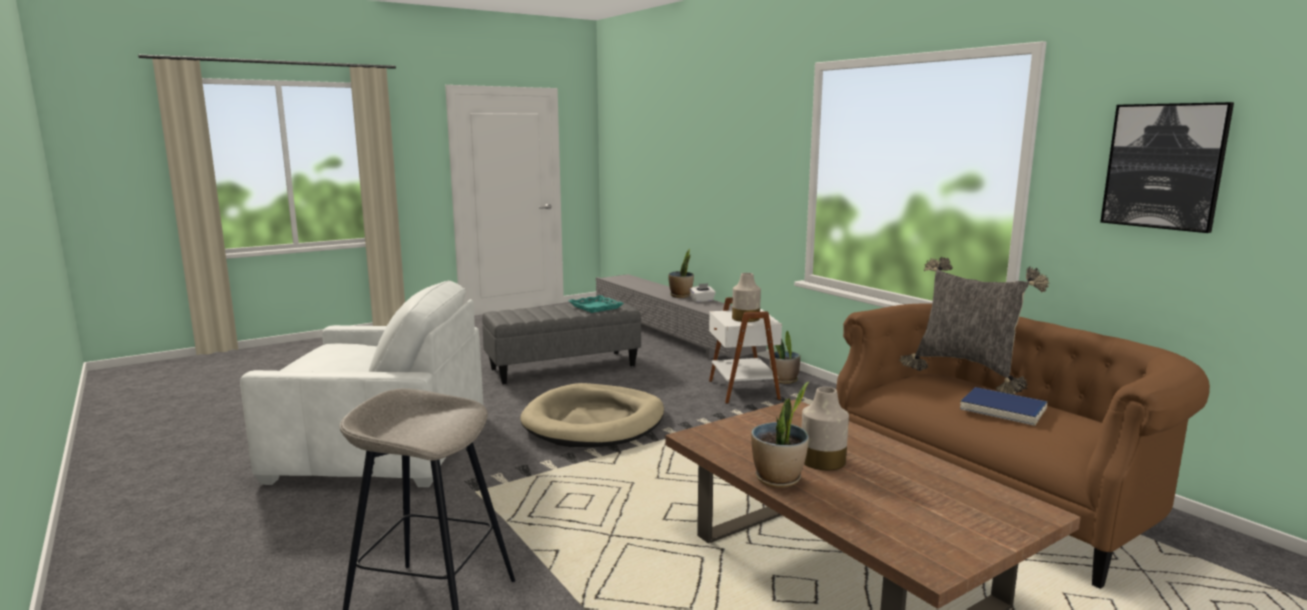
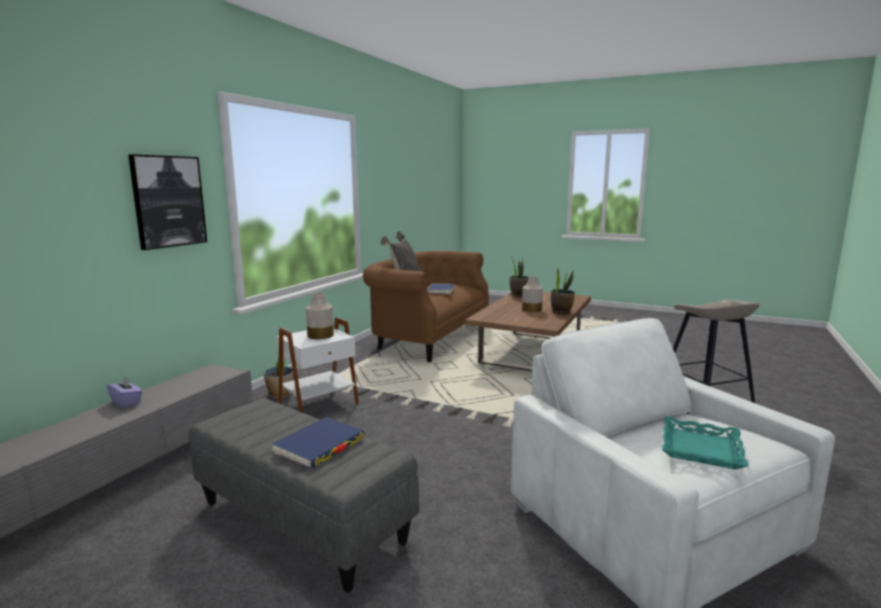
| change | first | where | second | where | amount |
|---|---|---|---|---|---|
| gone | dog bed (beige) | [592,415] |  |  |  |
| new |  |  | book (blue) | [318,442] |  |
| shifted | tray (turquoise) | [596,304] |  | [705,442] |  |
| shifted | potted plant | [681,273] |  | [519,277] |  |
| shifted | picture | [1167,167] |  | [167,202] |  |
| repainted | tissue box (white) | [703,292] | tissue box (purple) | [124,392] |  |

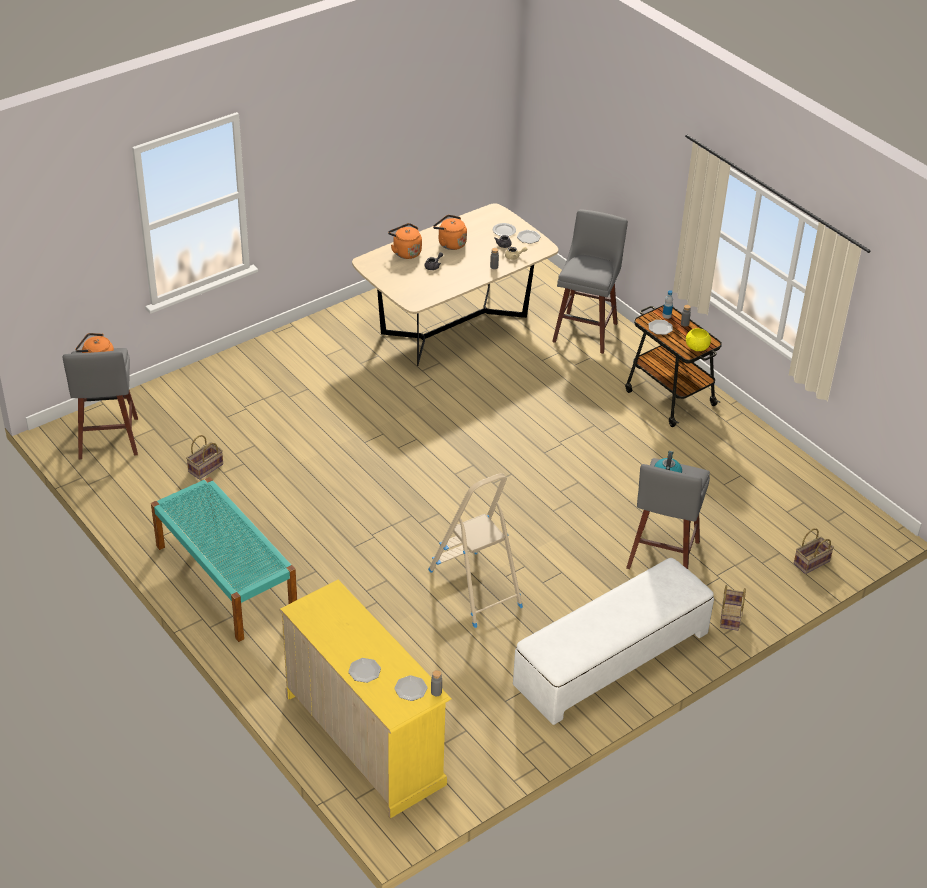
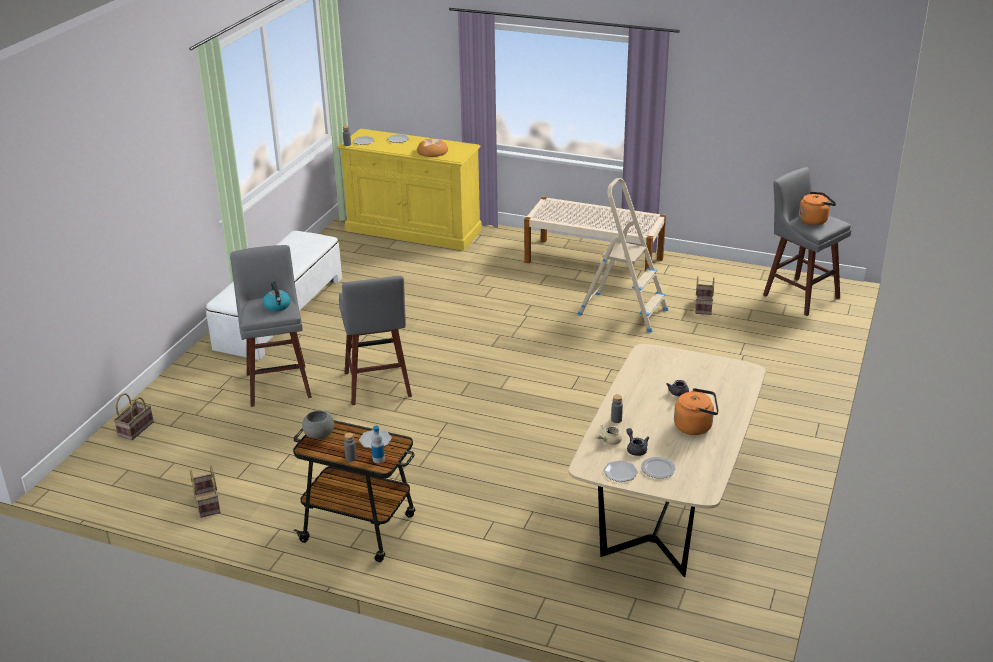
| change | first | where | second | where | amount |
|---|---|---|---|---|---|
| gone | kettle (orange) | [405,241] |  |  |  |
| new |  |  | bread | [432,147] |  |
| shifted | step ladder (beige) | [475,550] |  | [623,255] |  |
| shifted | stool (grey) | [590,281] |  | [375,340] |  |
| shifted | basket | [733,608] |  | [205,492] |  |
| repainted | bench (turquoise) | [224,559] | bench (beige) | [595,234] |  |
| repainted | bowl (yellow) | [698,339] | bowl (grey) | [318,424] |  |

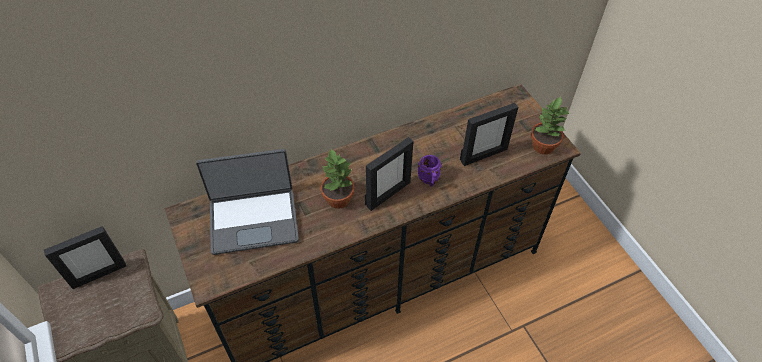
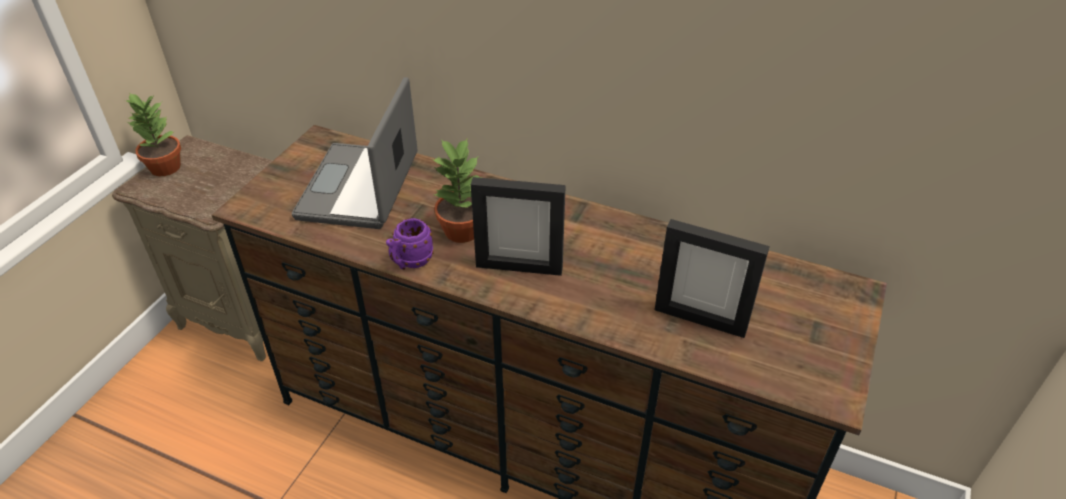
| change | first | where | second | where | amount |
|---|---|---|---|---|---|
| gone | picture frame | [85,257] |  |  |  |
| shifted | mug (purple) | [430,171] |  | [410,244] |  |
| shifted | potted plant | [550,125] |  | [153,134] |  |
| rotated | laptop | [247,202] |  | [354,153] | 60 degrees clockwise |

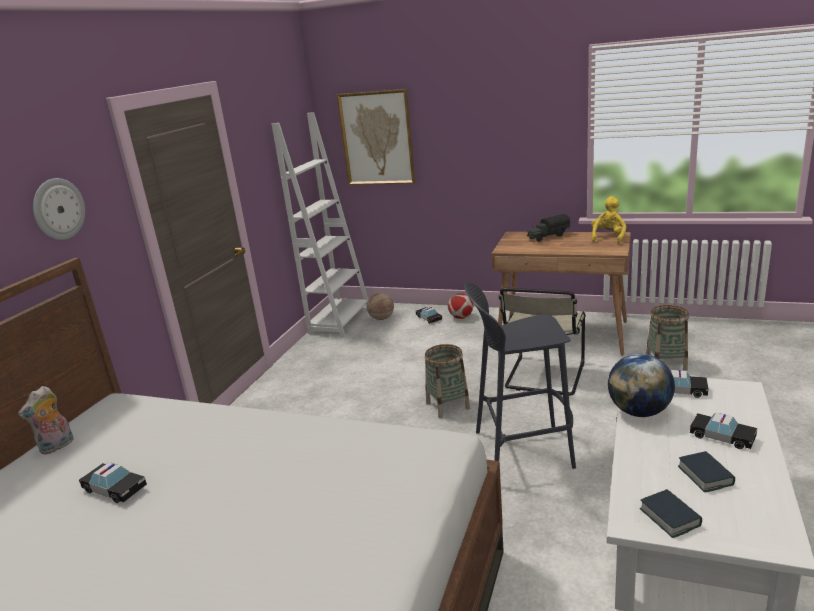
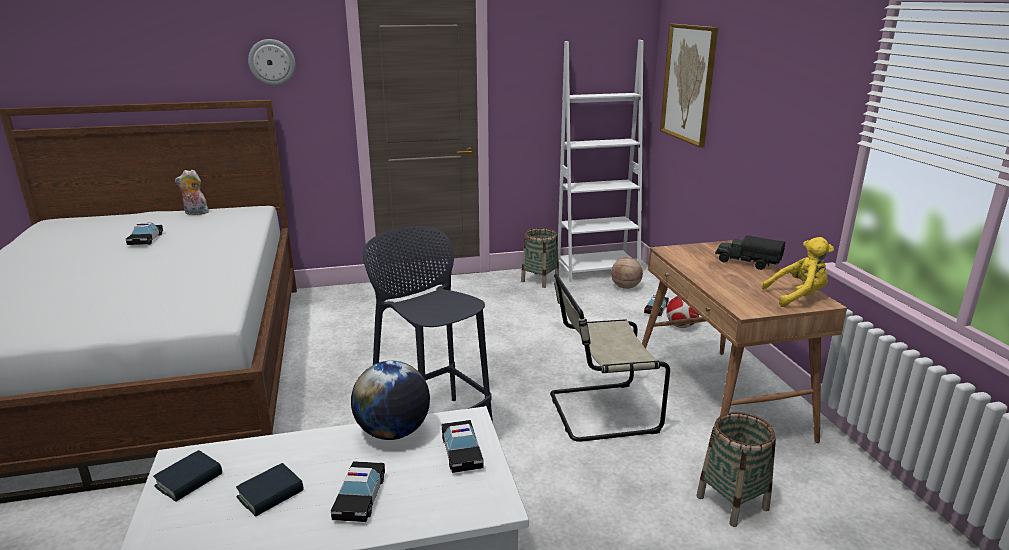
| change | first | where | second | where | amount |
|---|---|---|---|---|---|
| shifted | basket | [447,381] |  | [540,258] |  |

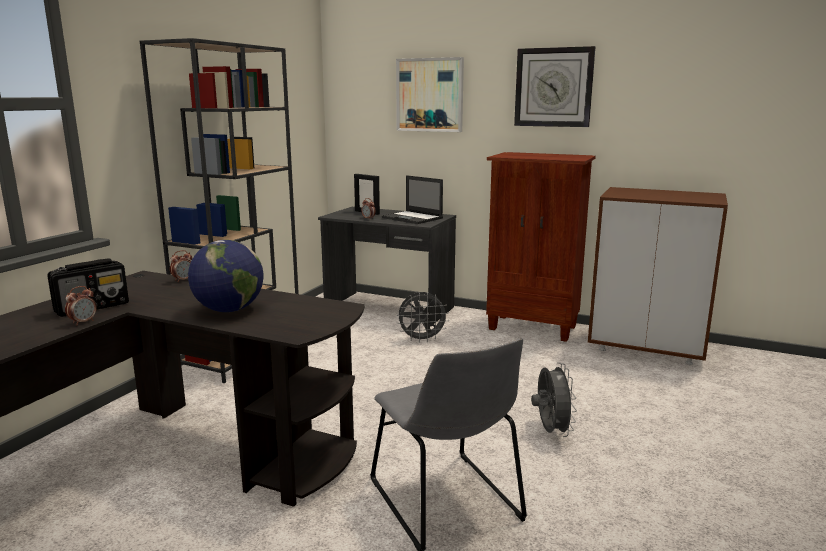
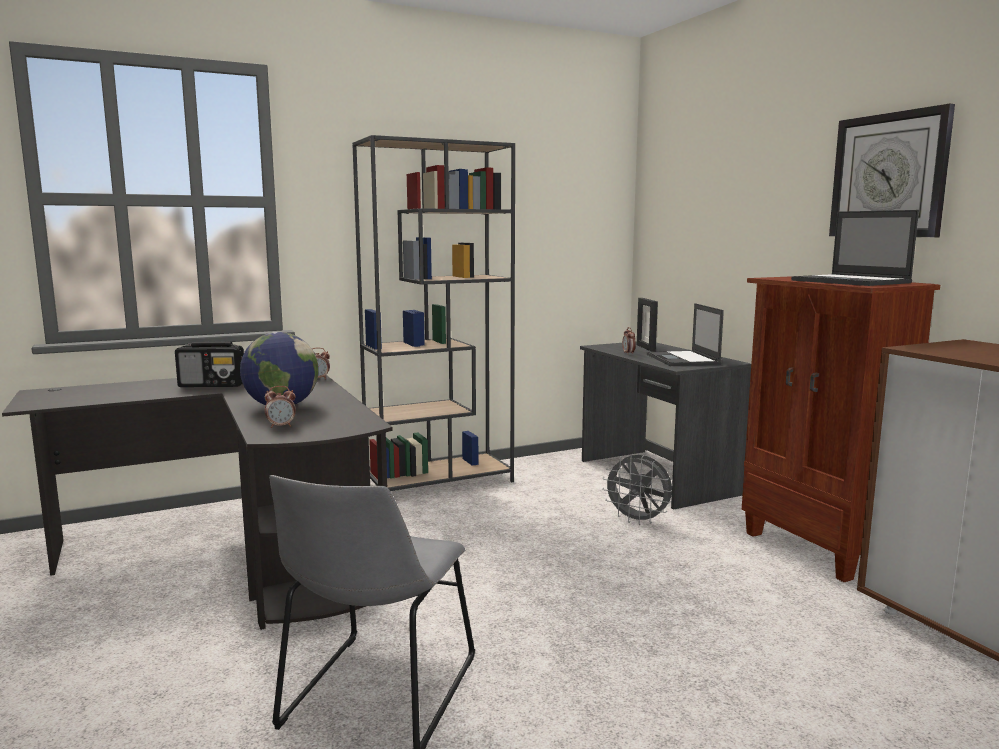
| change | first | where | second | where | amount |
|---|---|---|---|---|---|
| gone | picture | [430,94] |  |  |  |
| gone | fan (grey) | [554,399] |  |  |  |
| new |  |  | laptop | [855,248] |  |
| shifted | alarm clock | [81,306] |  | [280,407] |  |

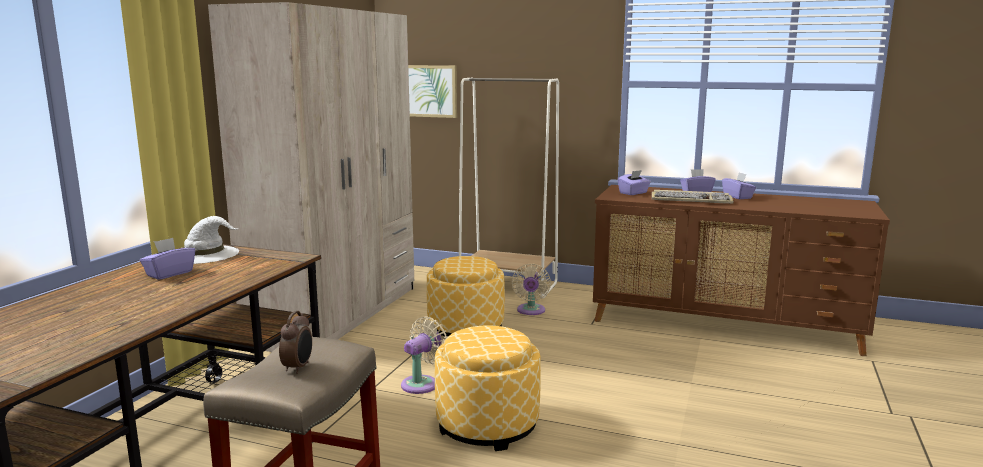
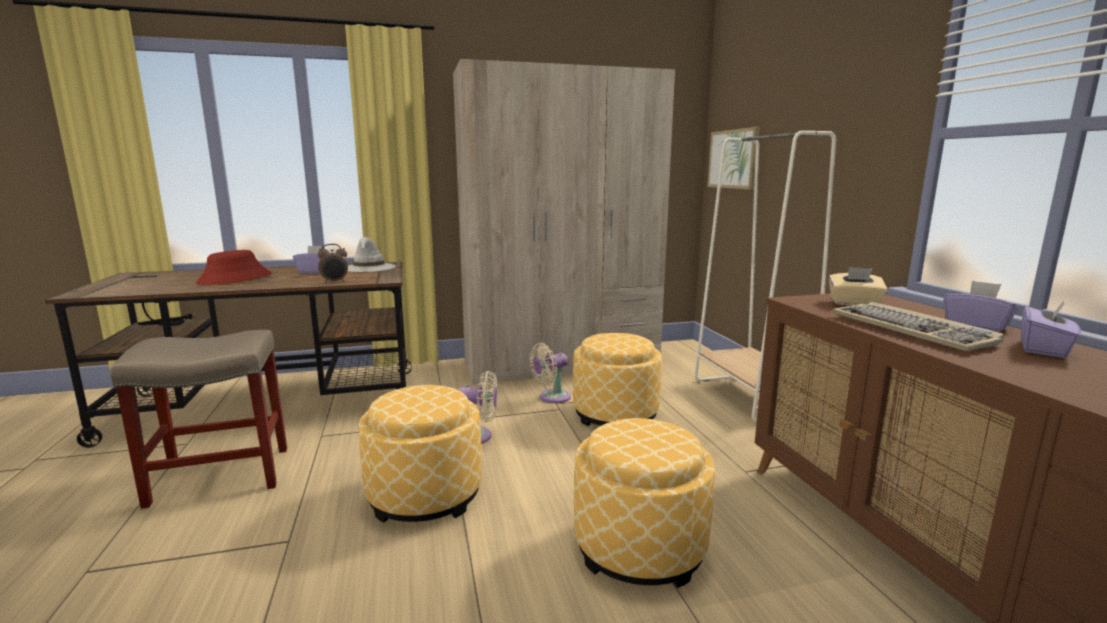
| change | first | where | second | where | amount |
|---|---|---|---|---|---|
| new |  |  | hat (red) | [234,267] |  |
| new |  |  | ottoman | [644,503] |  |
| shifted | alarm clock | [295,342] |  | [333,263] |  |
| shifted | fan (beige) | [531,289] |  | [550,373] |  |
| repainted | tissue box (purple) | [634,182] | tissue box (beige) | [858,286] |  |

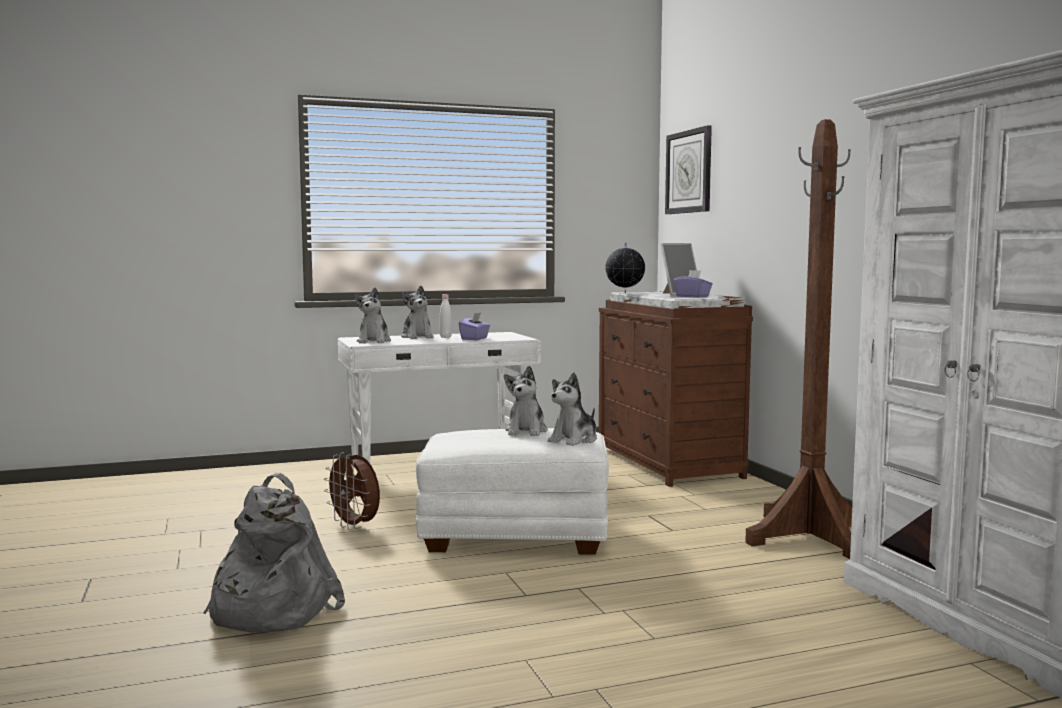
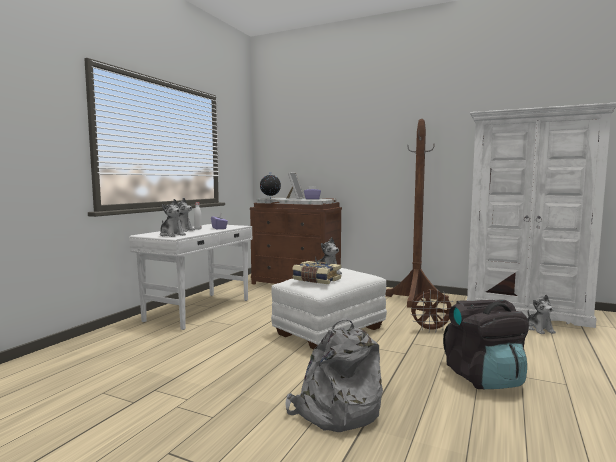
| change | first | where | second | where | amount |
|---|---|---|---|---|---|
| gone | wall clock | [688,169] |  |  |  |
| new |  |  | book | [316,272] |  |
| new |  |  | backpack (black) | [486,344] |  |
| shifted | fan (brown) | [352,491] |  | [432,310] |  |
| shifted | plush toy | [572,409] |  | [541,314] |  |

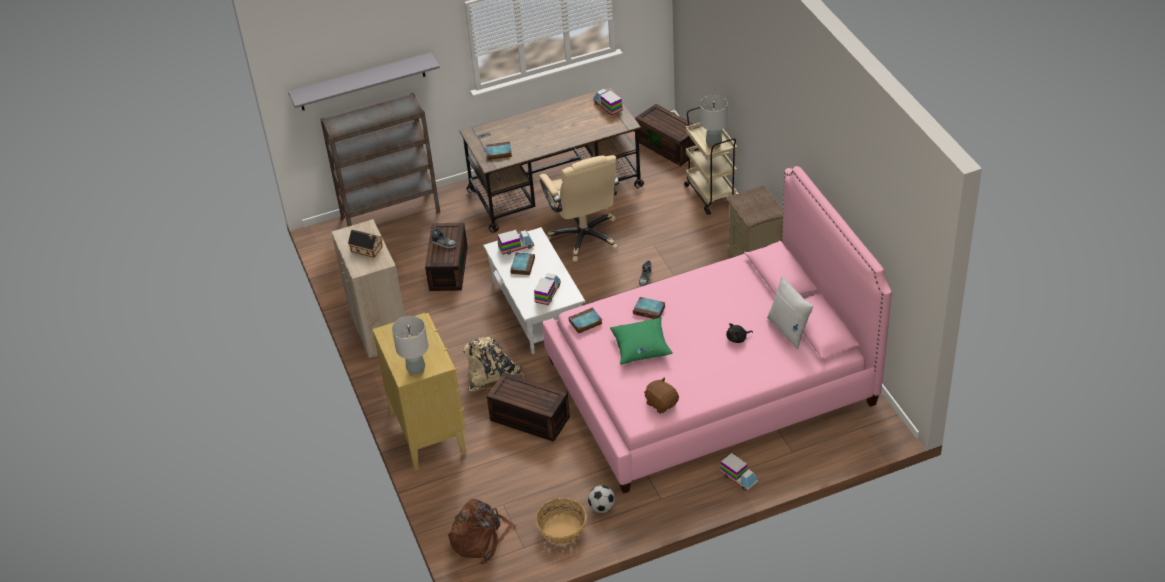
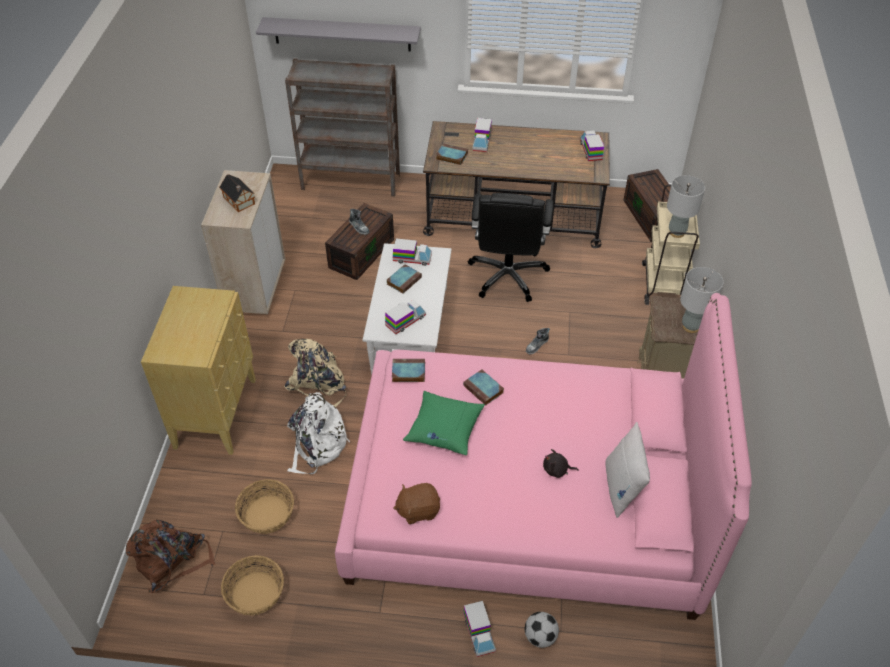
| change | first | where | second | where | amount |
|---|---|---|---|---|---|
| new |  |  | basket | [264,506] |  |
| new |  |  | toy truck | [482,135] |  |
| shifted | table lamp (grey) | [410,346] |  | [701,300] |  |
| shifted | football | [601,499] |  | [542,630] |  |
| swapped | storage box (brown) | [528,407] | backpack (white) | [318,433] |  |
| repainted | office chair (beige) | [579,208] | office chair (black) | [511,247] |  |
| rotated | plush toy (brown) | [661,395] |  | [416,503] | 90 degrees counterclockwise |

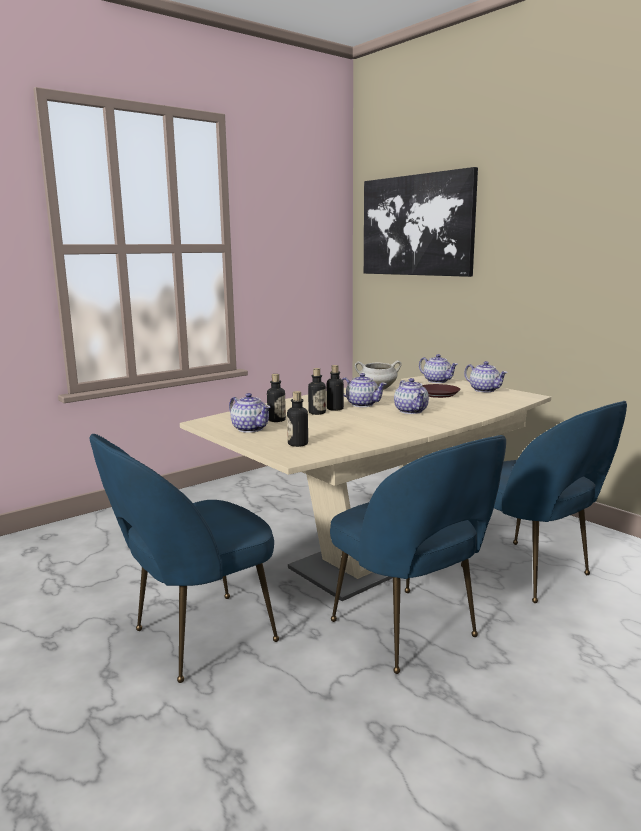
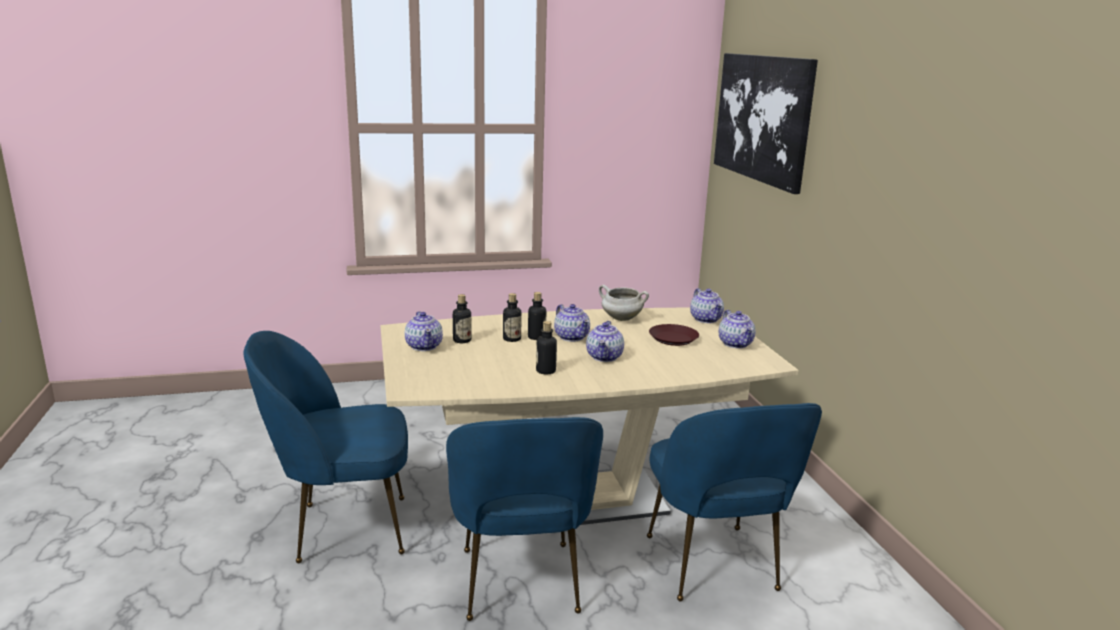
| change | first | where | second | where | amount |
|---|---|---|---|---|---|
| shifted | bottle | [297,419] |  | [546,347] |  |

